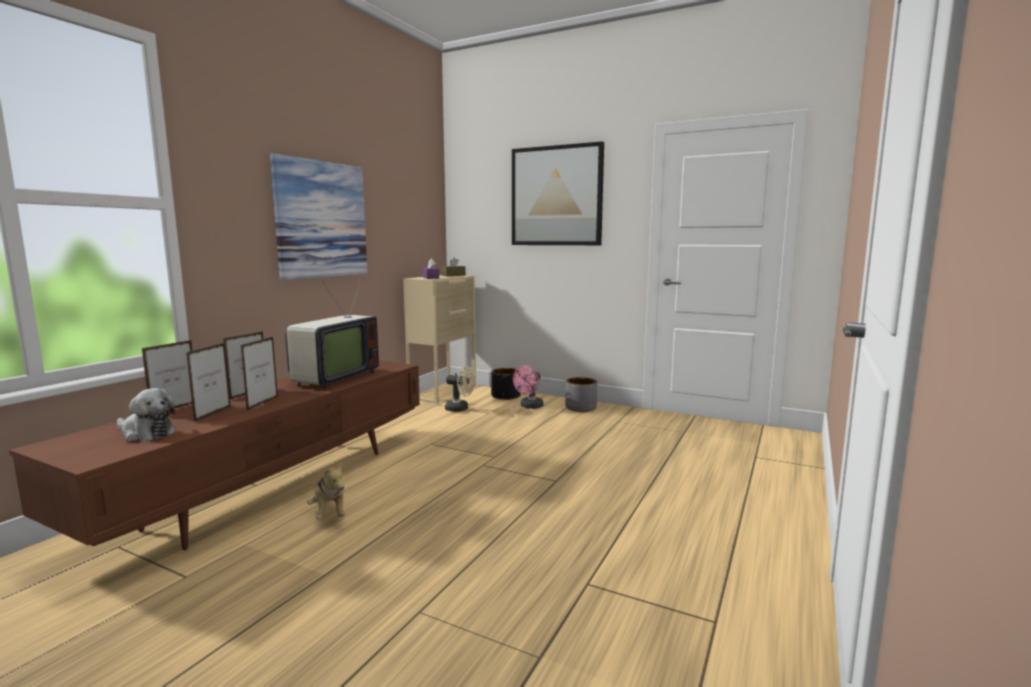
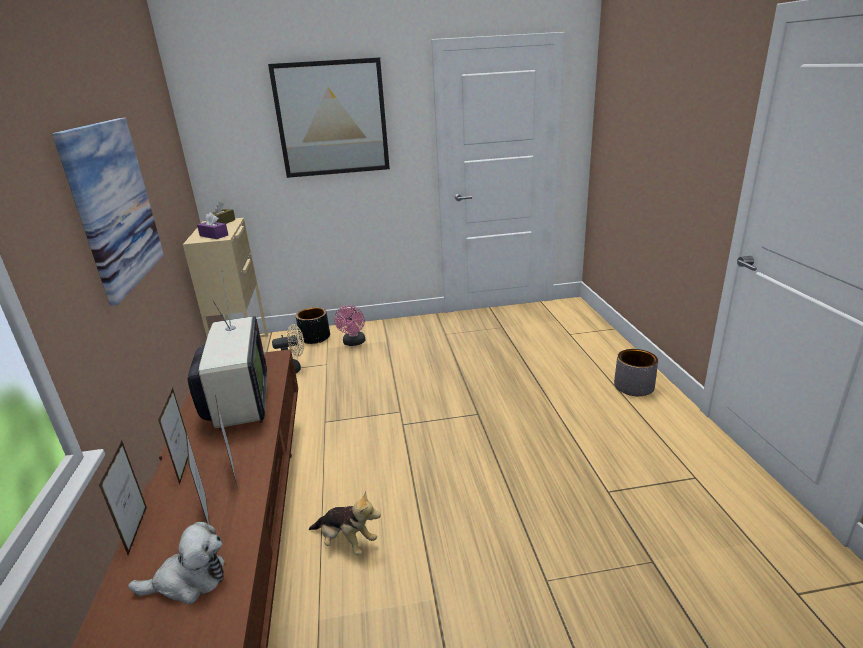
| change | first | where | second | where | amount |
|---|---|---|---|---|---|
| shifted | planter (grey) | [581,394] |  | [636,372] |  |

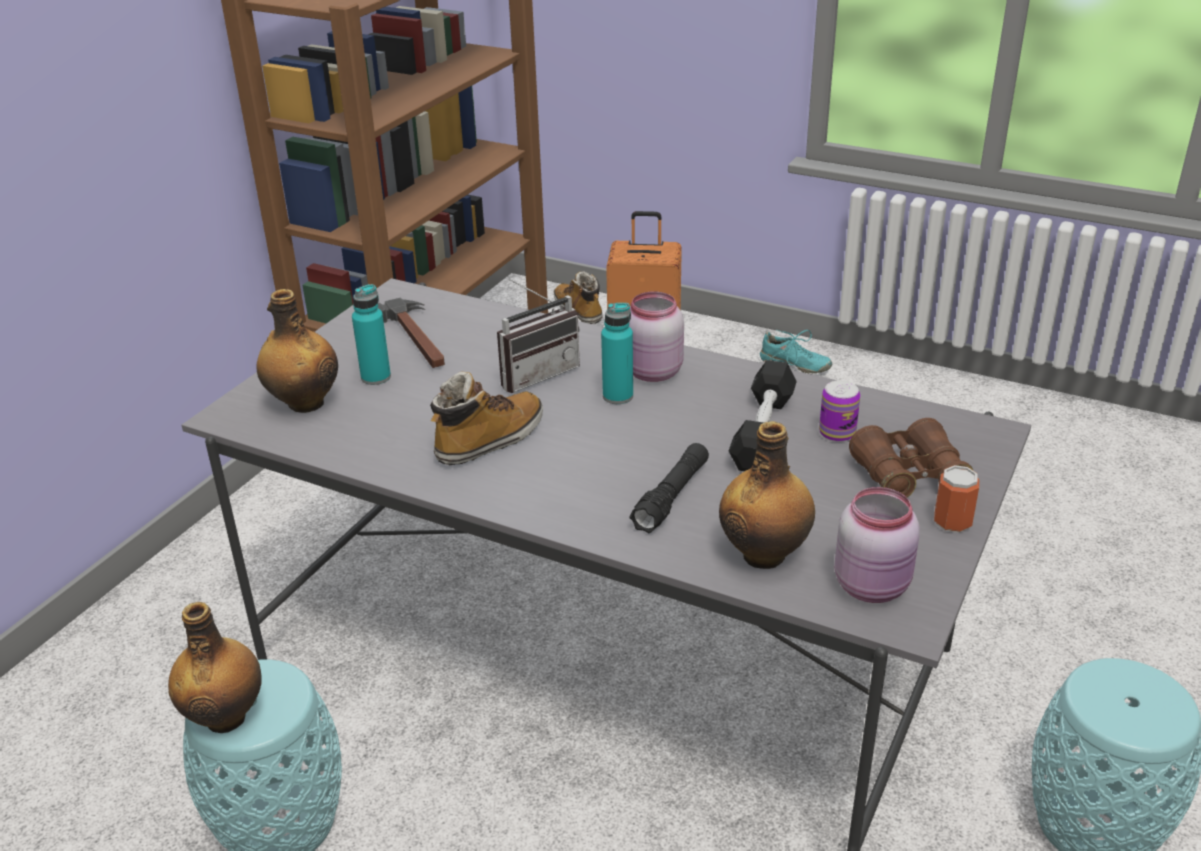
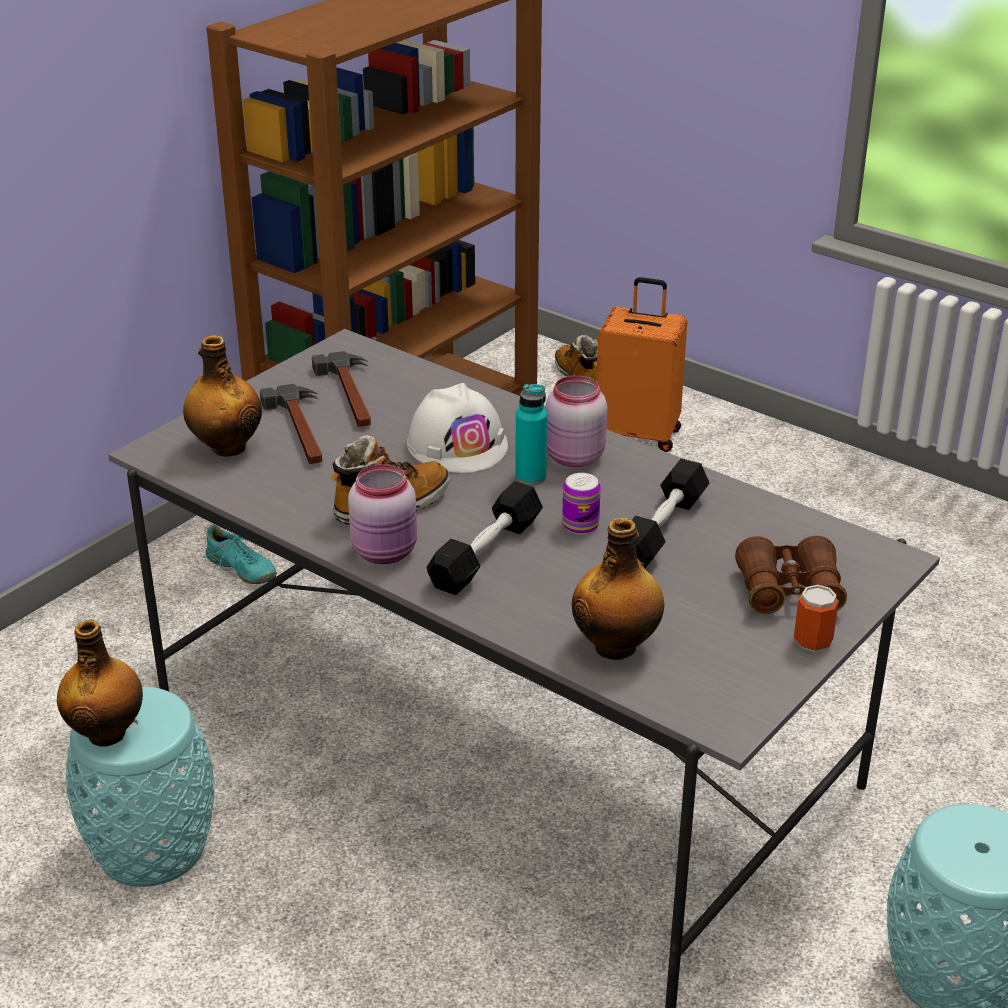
| change | first | where | second | where | amount |
|---|---|---|---|---|---|
| gone | flashlight (black) | [669,488] |  |  |  |
| new |  |  | dumbbell (black) | [485,538] |  |
| shifted | shoe (turquoise) | [796,351] |  | [240,554] |  |
| shifted | can | [839,411] |  | [581,503] |  |
| shifted | jar (pink) | [877,545] |  | [382,514] |  |
| swapped | bottle (turquoise) | [371,334] | hammer | [291,424] |  |
| swapped | radio | [538,336] | hard hat (white) | [457,428] |  |

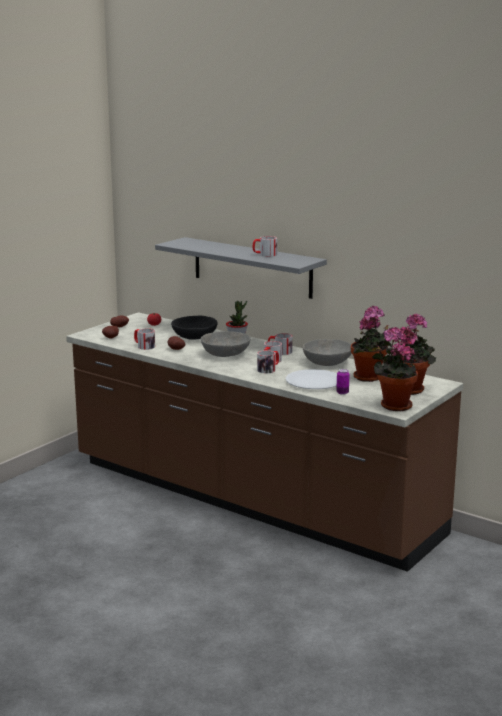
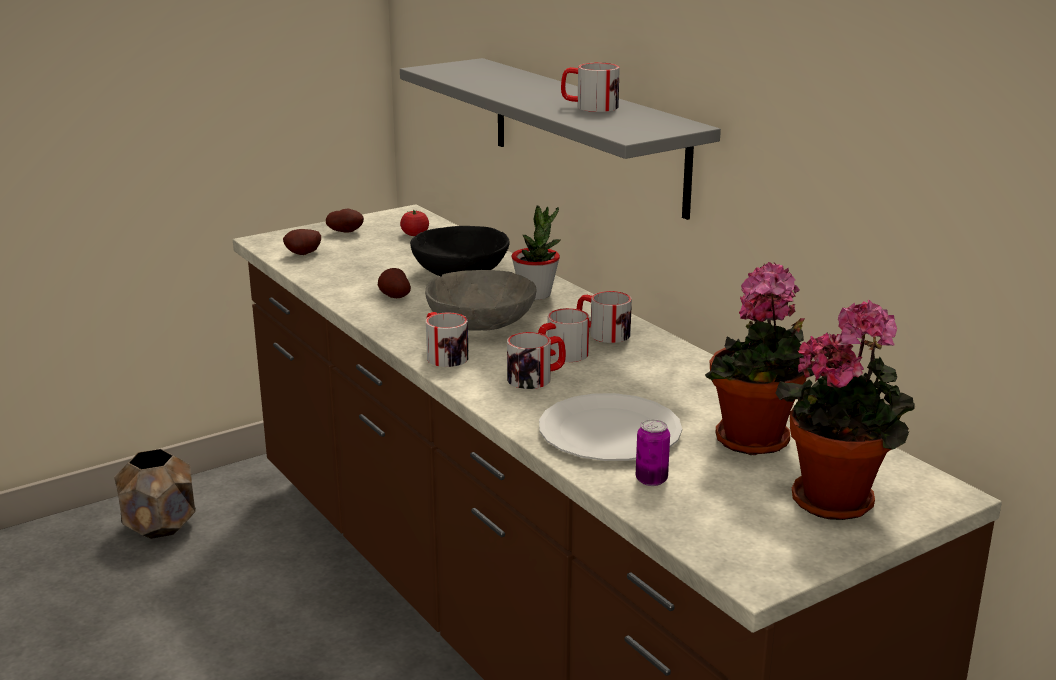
| change | first | where | second | where | amount |
|---|---|---|---|---|---|
| gone | bowl (grey) | [327,352] |  |  |  |
| gone | potted plant | [395,369] |  |  |  |
| new |  |  | planter (brown) | [155,494] |  |
| shifted | mug | [144,339] |  | [447,339] |  |

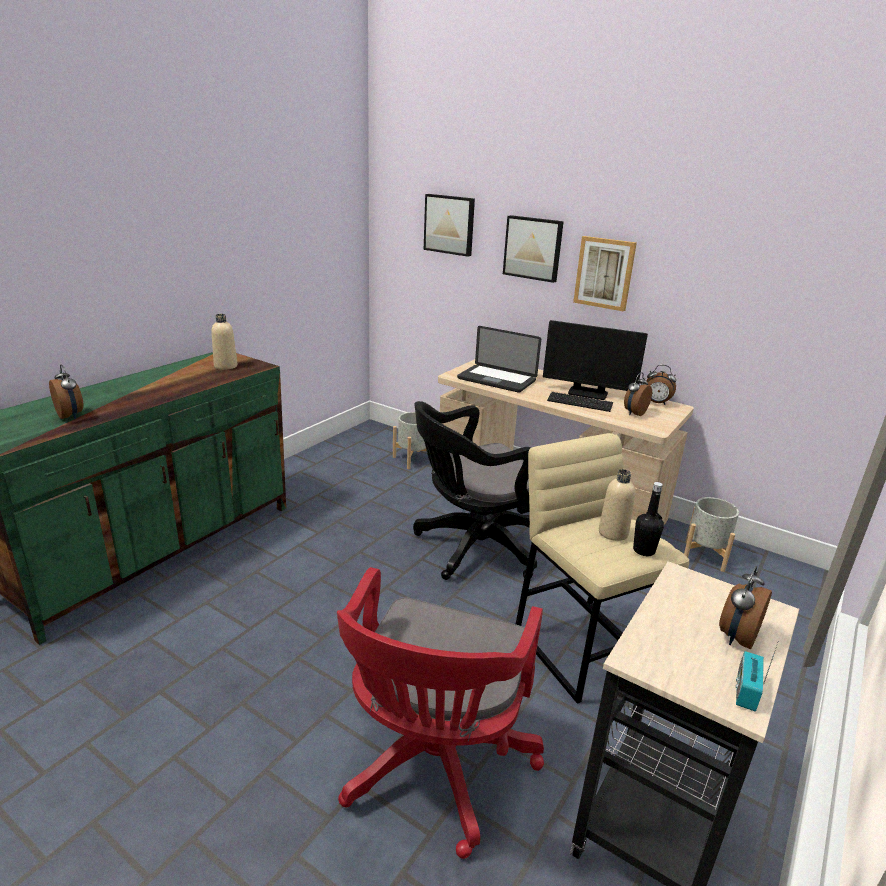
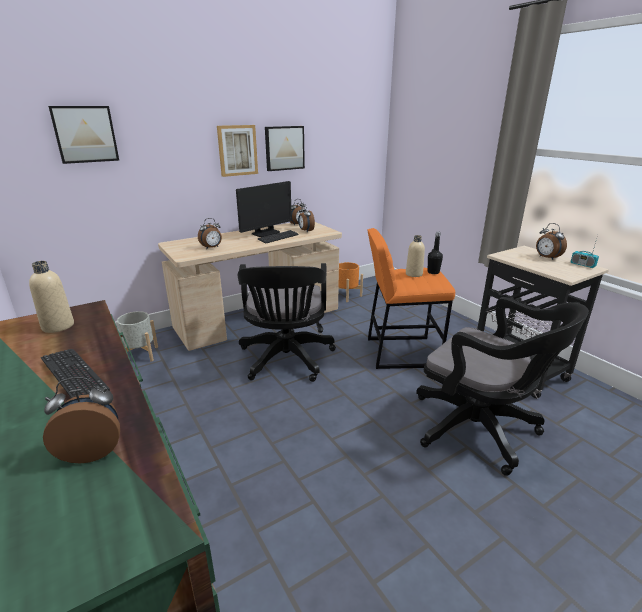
| change | first | where | second | where | amount |
|---|---|---|---|---|---|
| new |  |  | keyboard | [75,373] |  |
| shifted | picture | [533,249] |  | [285,148] |  |
| swapped | laptop | [499,359] | alarm clock | [210,233] |  |
| repainted | office chair (red) | [440,713] | office chair (black) | [502,386] |  |
| repainted | stool (beige) | [602,568] | stool (orange) | [411,298] |  |
| repainted | planter (grey) | [711,534] | planter (orange) | [350,282] |  |

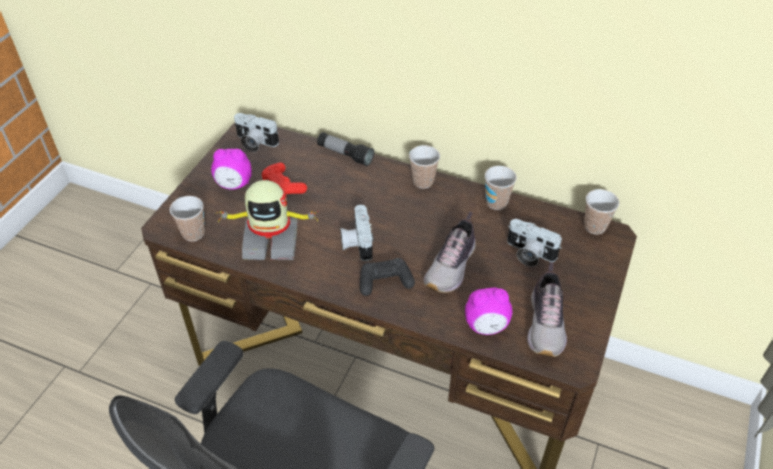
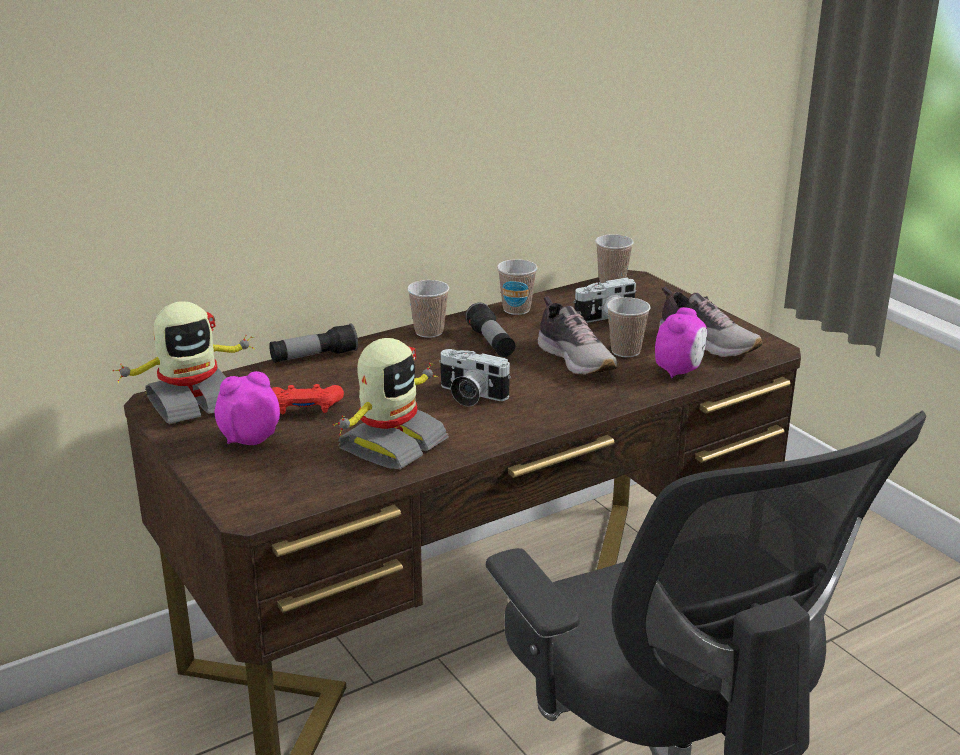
| change | first | where | second | where | amount |
|---|---|---|---|---|---|
| gone | game controller (black) | [387,277] |  |  |  |
| new |  |  | flashlight | [490,329] |  |
| shifted | cup | [187,218] |  | [629,327] |  |
| swapped | photo camera | [256,132] | toy robot | [183,362] |  |
| rotated | alarm clock | [231,169] |  | [247,408] | 150 degrees counterclockwise |

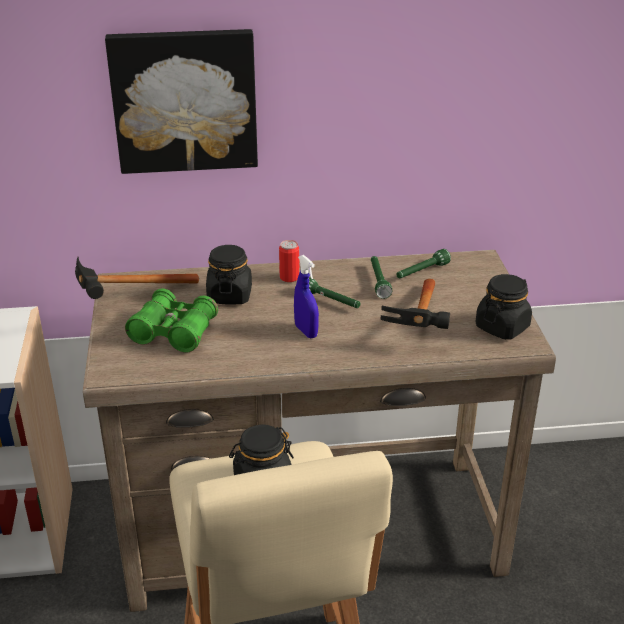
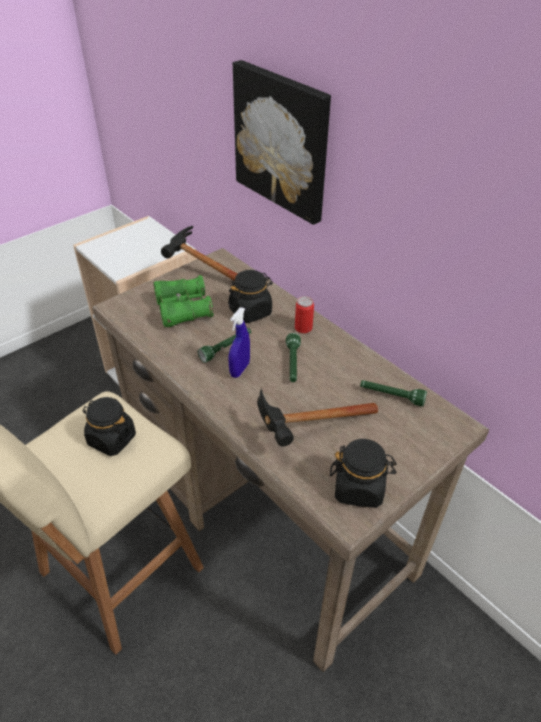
| change | first | where | second | where | amount |
|---|---|---|---|---|---|
| shifted | flashlight (green) | [381,277] |  | [224,345] |  |

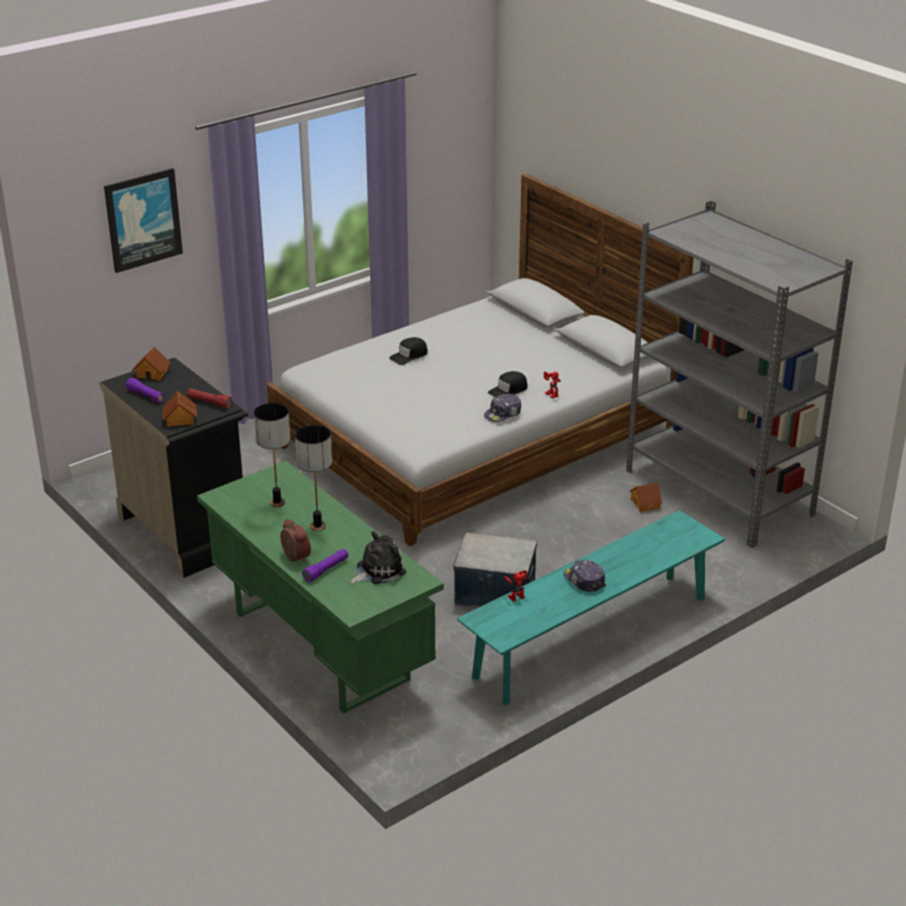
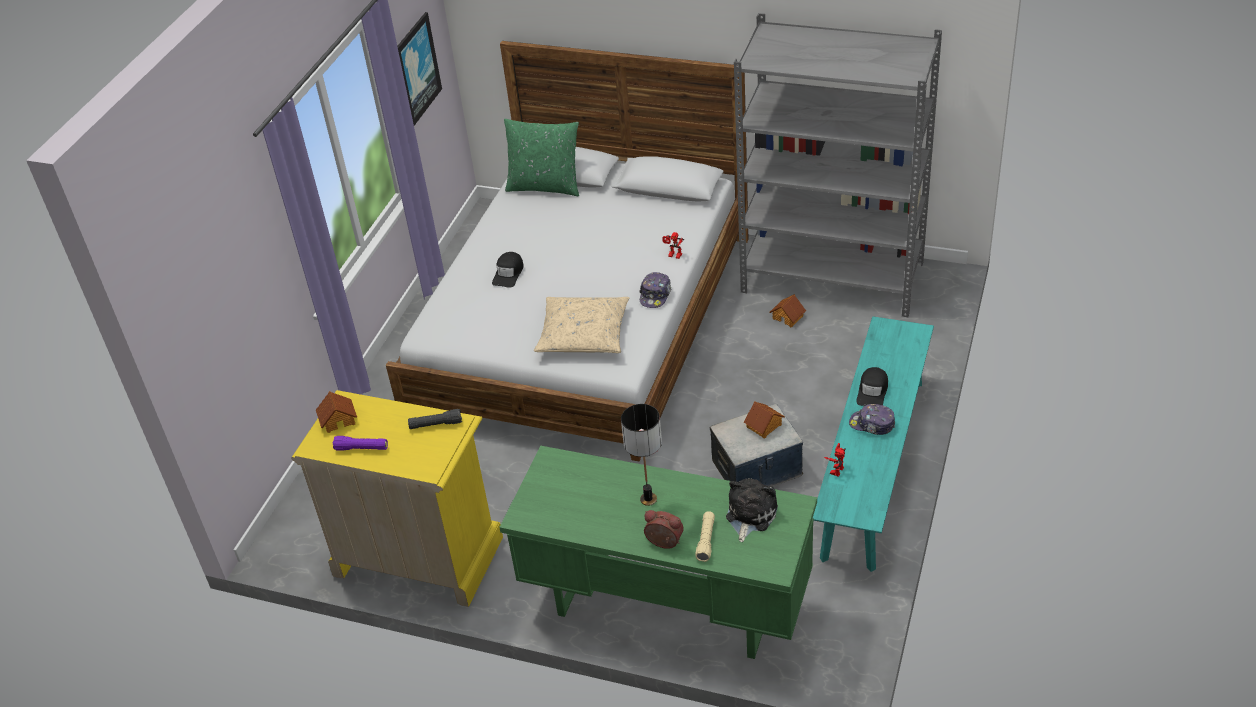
| change | first | where | second | where | amount |
|---|---|---|---|---|---|
| gone | table lamp | [272,455] |  |  |  |
| new |  |  | pillow (green) | [541,157] |  |
| new |  |  | pillow (beige) | [581,325] |  |
| shifted | picture | [143,220] |  | [419,69] |  |
| shifted | toy house | [180,409] |  | [764,420] |  |
| shifted | cap (black) | [508,384] |  | [872,386] |  |
| repainted | dresser (black) | [173,468] | dresser (yellow) | [397,498] |  |
| repainted | flashlight (red) | [210,399] | flashlight (black) | [435,419] |  |
| repainted | flashlight (purple) | [325,565] | flashlight (beige) | [705,536] |  |

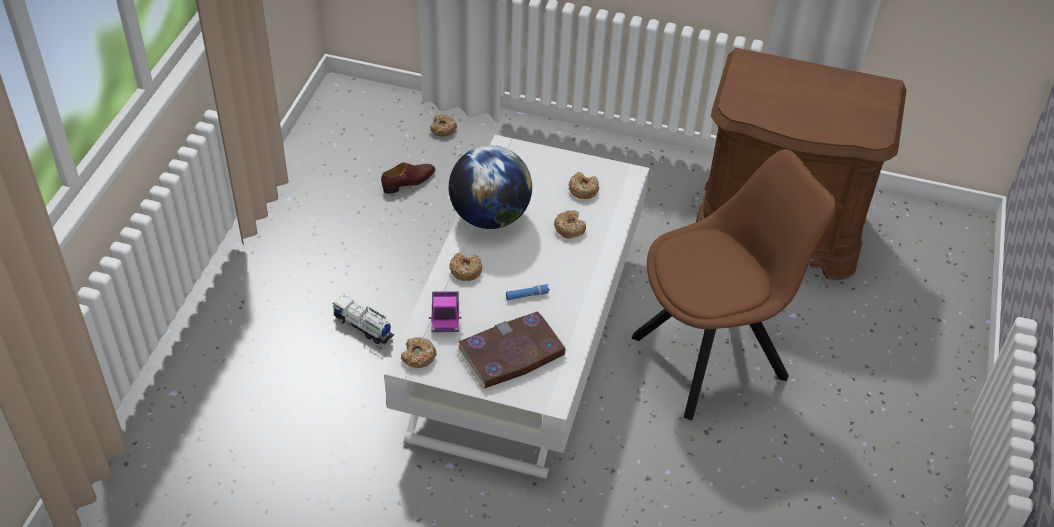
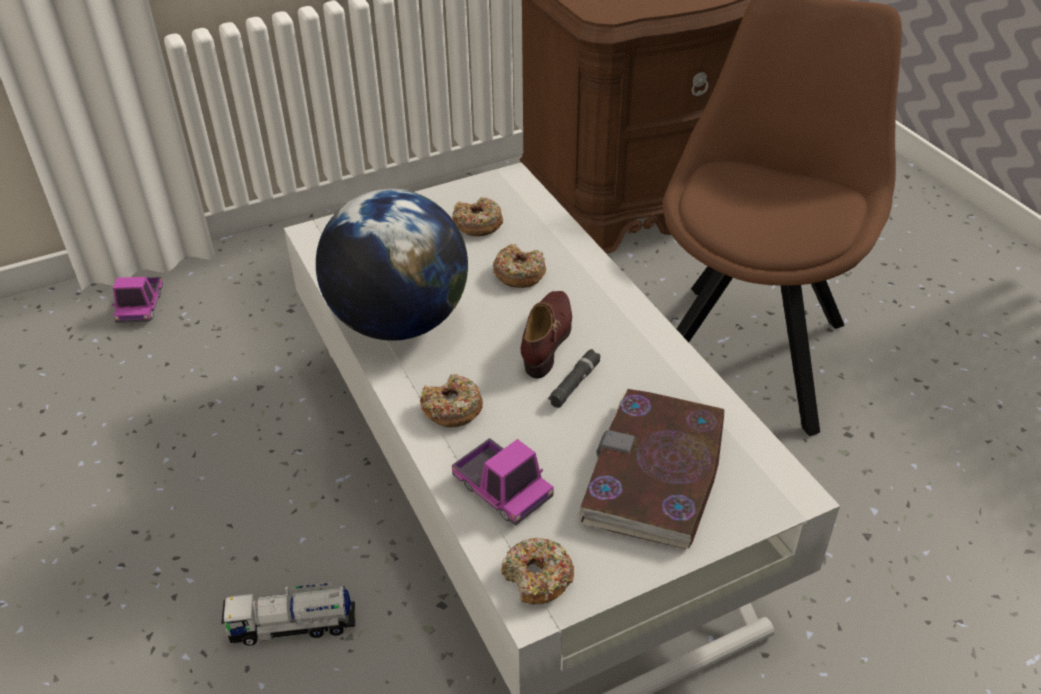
| change | first | where | second | where | amount |
|---|---|---|---|---|---|
| shifted | shoe (brown) | [408,178] |  | [546,335] |  |
| swapped | donut | [443,125] | toy truck | [137,300] |  |
| repainted | flashlight (blue) | [528,292] | flashlight (black) | [574,378] |  |

